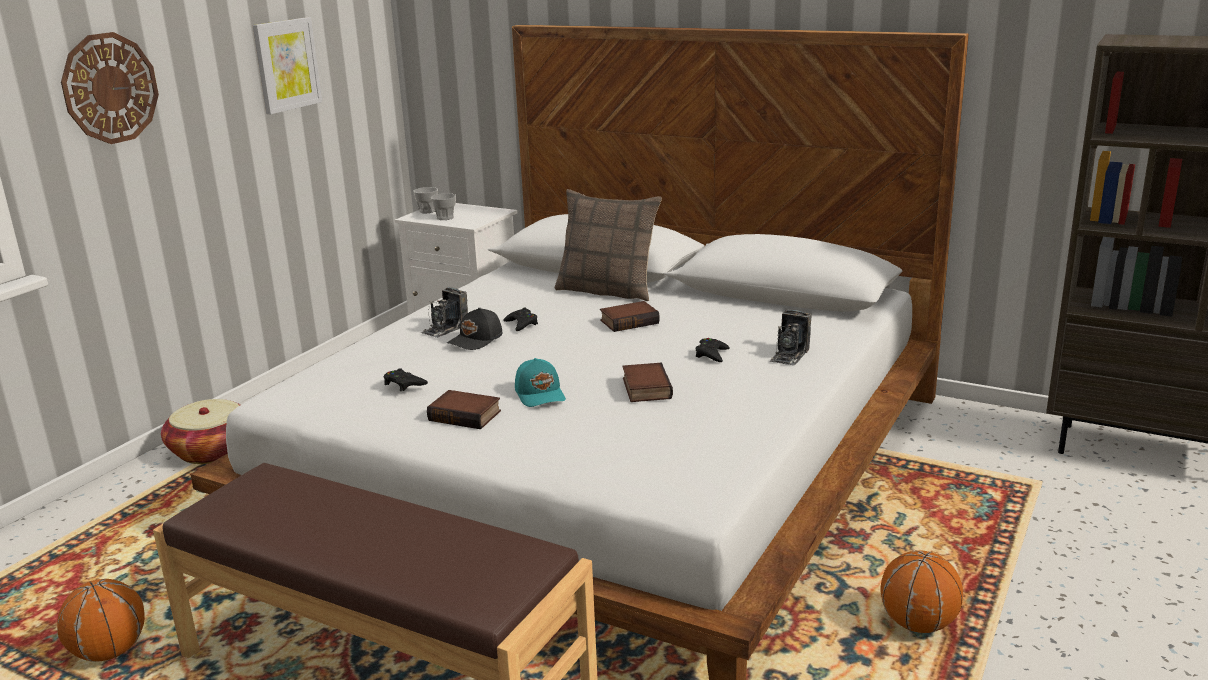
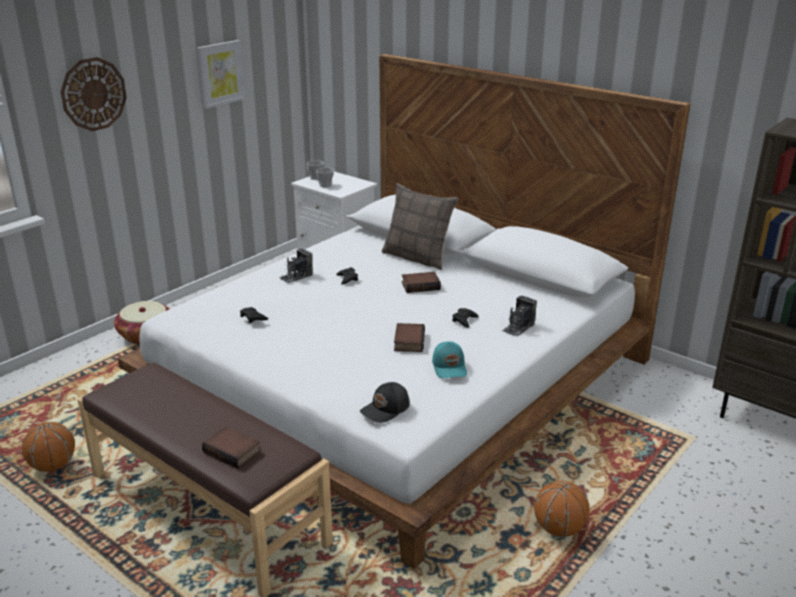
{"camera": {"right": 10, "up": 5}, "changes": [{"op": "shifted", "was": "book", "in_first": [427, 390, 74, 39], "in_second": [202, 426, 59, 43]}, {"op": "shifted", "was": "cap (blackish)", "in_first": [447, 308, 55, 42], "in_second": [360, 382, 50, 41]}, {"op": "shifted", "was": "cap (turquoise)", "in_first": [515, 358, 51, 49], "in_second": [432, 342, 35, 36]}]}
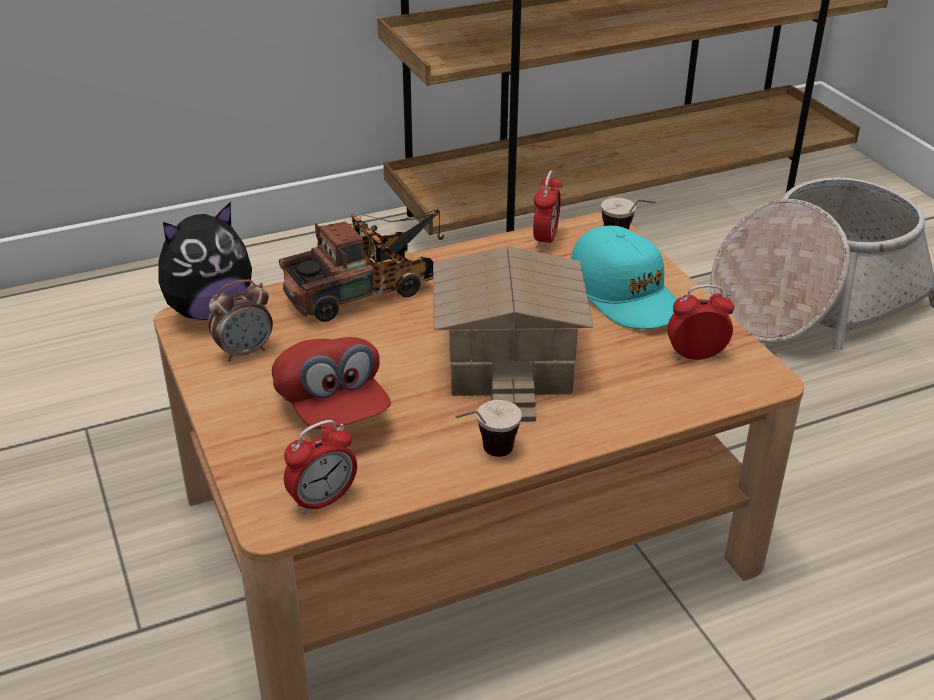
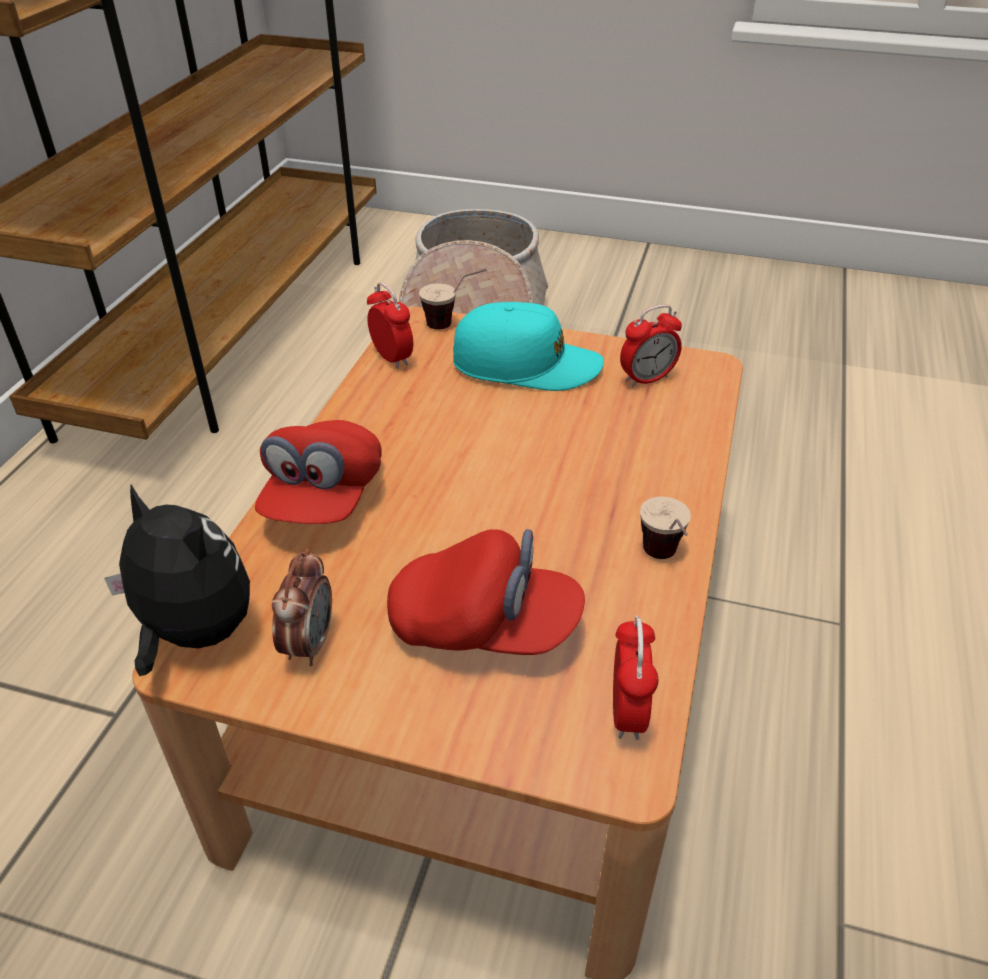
{"camera": {"right": -50, "up": 5}, "changes": [{"op": "gone", "was": "toy house", "in_first": [433, 246, 160, 176]}, {"op": "swapped", "was": "toy truck", "now": "cap (reddish)", "in_first": [279, 209, 165, 113], "in_second": [255, 420, 127, 104]}, {"op": "rotated", "was": "cuddly toy", "in_first": [158, 202, 94, 118], "in_second": [104, 485, 146, 191], "clockwise": -60}, {"op": "rotated", "was": "alarm clock", "in_first": [667, 285, 67, 76], "in_second": [620, 305, 62, 82], "clockwise": -150}]}
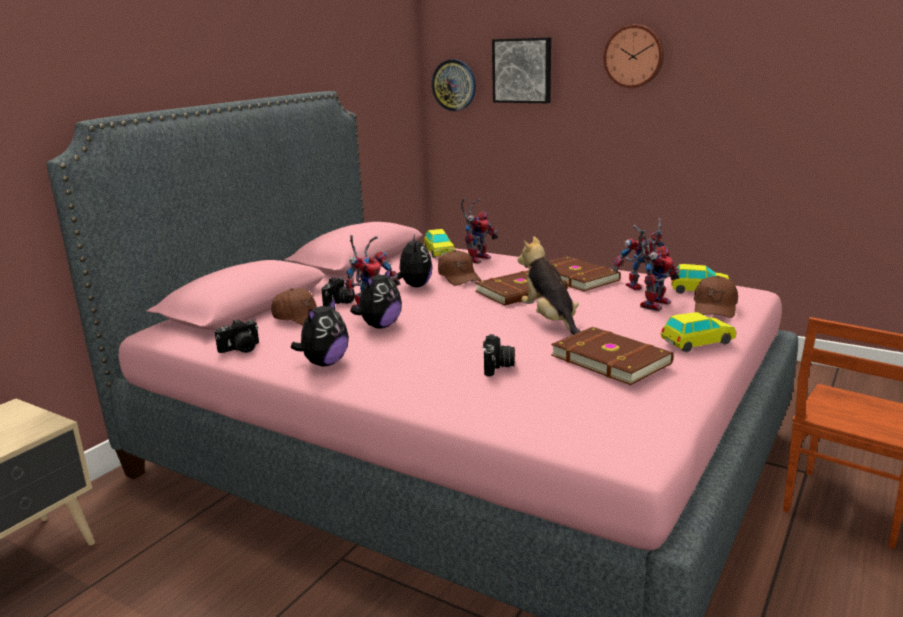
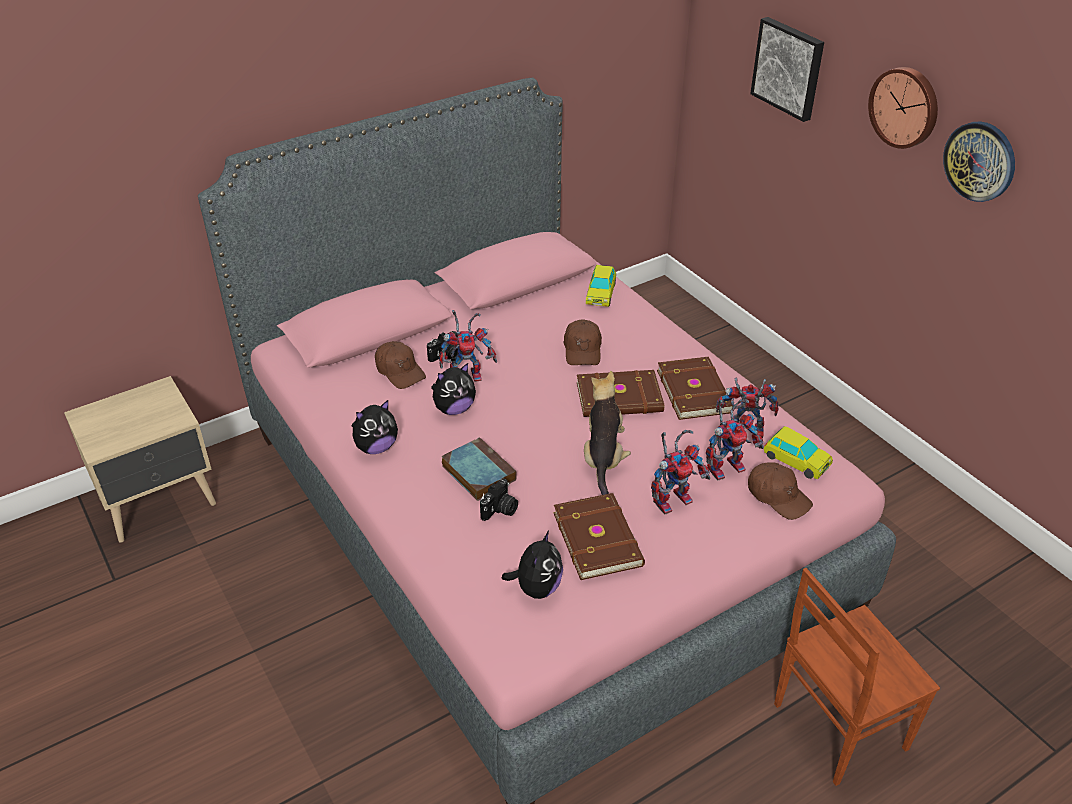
{"camera": {"right": 25, "up": 20}, "changes": [{"op": "gone", "was": "photo camera", "in_first": [214, 319, 45, 34]}, {"op": "gone", "was": "miniature car", "in_first": [661, 312, 75, 40]}, {"op": "new", "now": "book", "in_second": [441, 437, 76, 64]}, {"op": "shifted", "was": "cuddly toy", "in_first": [397, 234, 36, 53], "in_second": [502, 531, 61, 68]}, {"op": "shifted", "was": "hanging clock", "in_first": [432, 59, 44, 52], "in_second": [943, 121, 72, 81]}, {"op": "shifted", "was": "model robot", "in_first": [461, 198, 37, 66], "in_second": [651, 430, 59, 85]}, {"op": "rotated", "was": "cap (brown-coloured)", "in_first": [694, 276, 44, 42], "in_second": [748, 463, 65, 57], "clockwise": -90}]}
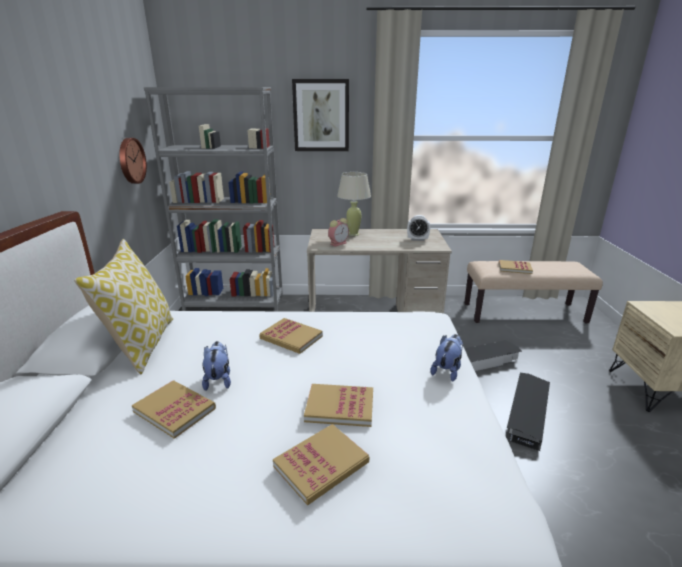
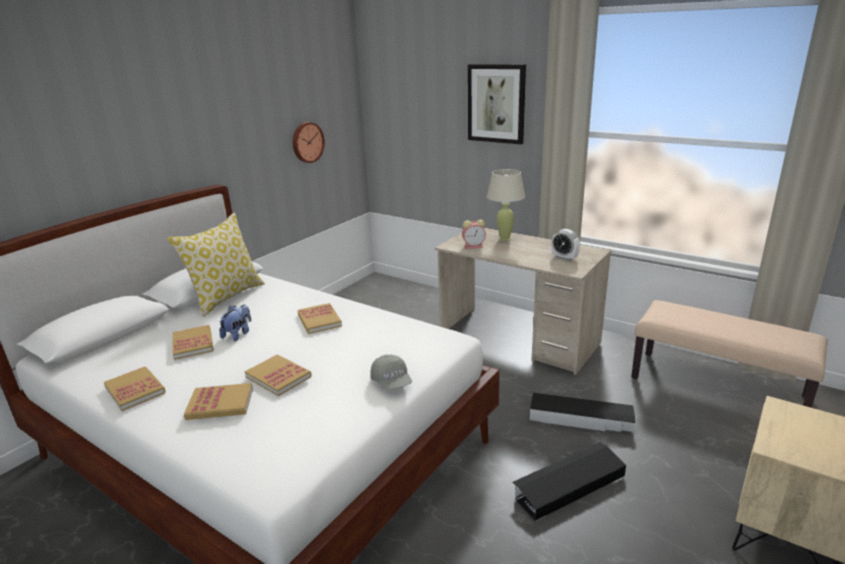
{"camera": {"right": 35, "up": 0}, "changes": [{"op": "gone", "was": "shelving unit (grey)", "in_first": [144, 87, 139, 224]}, {"op": "shifted", "was": "book", "in_first": [499, 260, 34, 14], "in_second": [104, 367, 62, 44]}, {"op": "swapped", "was": "cuddly toy", "now": "cap (grey)", "in_first": [431, 334, 32, 48], "in_second": [370, 354, 42, 36]}]}
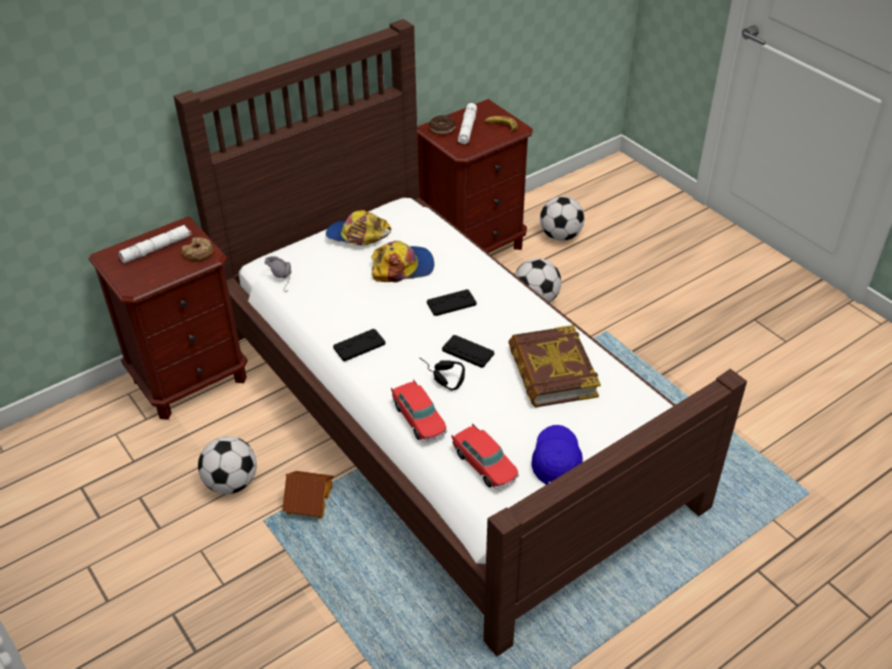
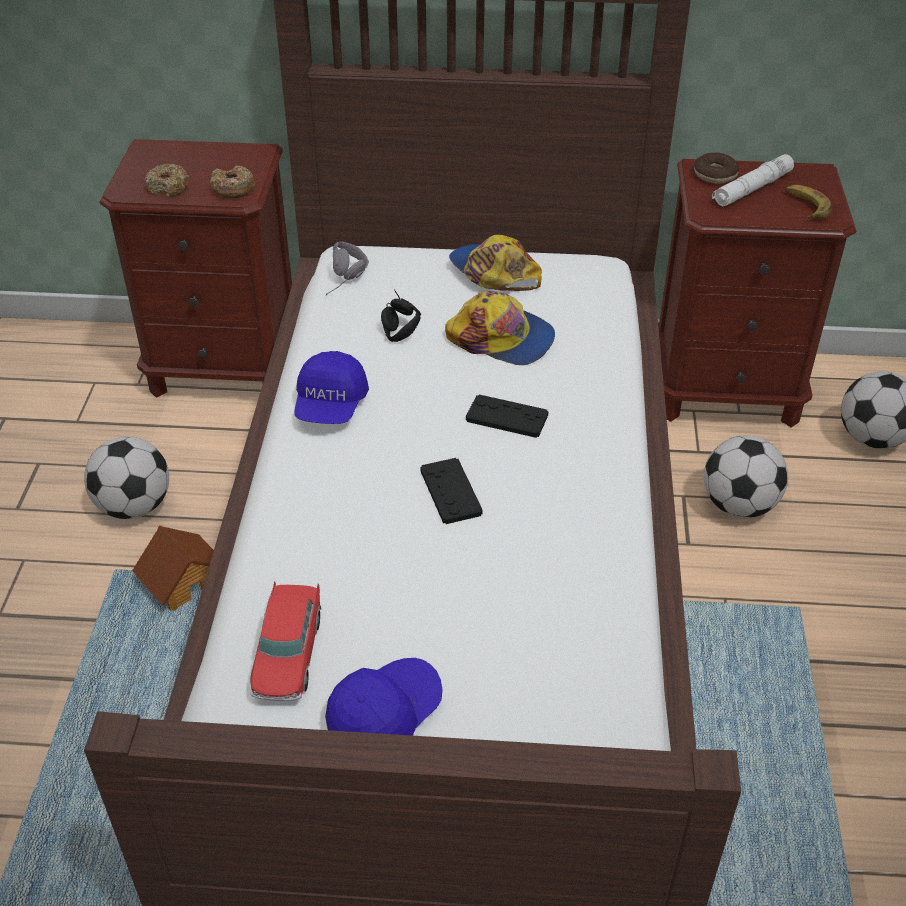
{"camera": {"right": 40, "up": 0}, "changes": [{"op": "gone", "was": "torch (whitish)", "in_first": [119, 225, 72, 38]}, {"op": "gone", "was": "miniature car", "in_first": [391, 379, 56, 63]}, {"op": "gone", "was": "book", "in_first": [508, 325, 93, 83]}, {"op": "new", "now": "doughnut", "in_second": [145, 164, 44, 33]}, {"op": "shifted", "was": "headphones (blackish)", "in_first": [420, 358, 45, 33], "in_second": [381, 289, 41, 53]}, {"op": "swapped", "was": "game controller (blackish)", "now": "cap (blue-coloured)", "in_first": [333, 329, 52, 32], "in_second": [294, 351, 75, 73]}]}
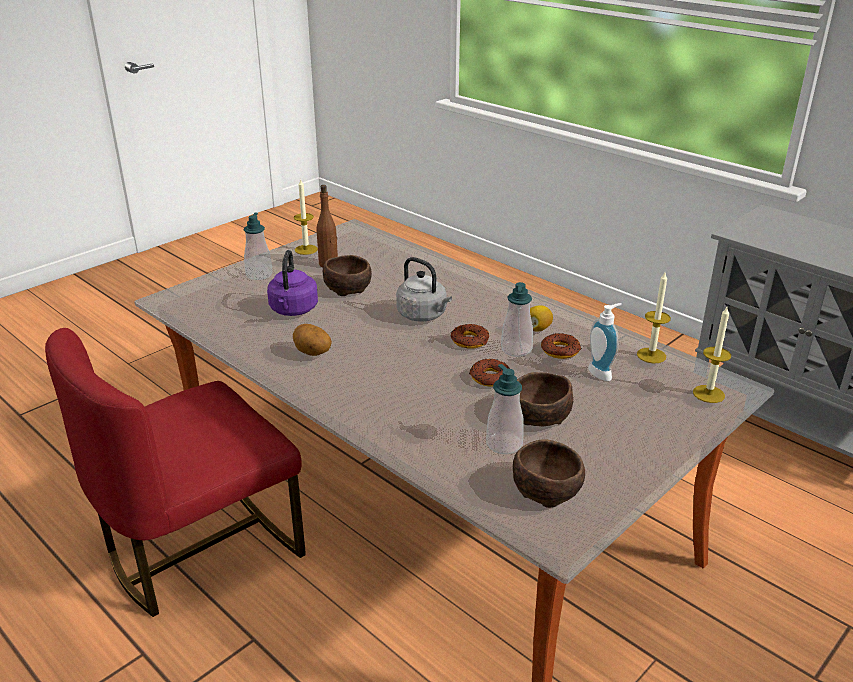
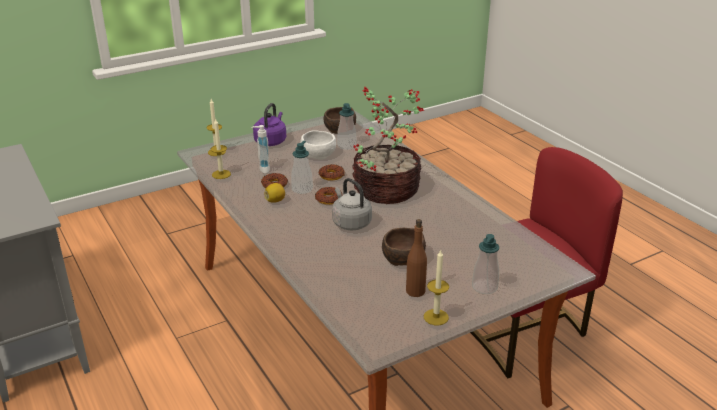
{"camera": {"right": -165, "up": 0}, "changes": [{"op": "gone", "was": "potato", "in_first": [293, 324, 39, 32]}, {"op": "new", "now": "houseplant", "in_second": [352, 86, 72, 118]}, {"op": "shifted", "was": "kettle (purple-coloured)", "in_first": [267, 250, 51, 66], "in_second": [253, 103, 33, 43]}, {"op": "repainted", "was": "deep dish (brown-coloured)", "now": "deep dish (whitish)", "in_first": [517, 372, 56, 54], "in_second": [300, 130, 36, 30]}]}
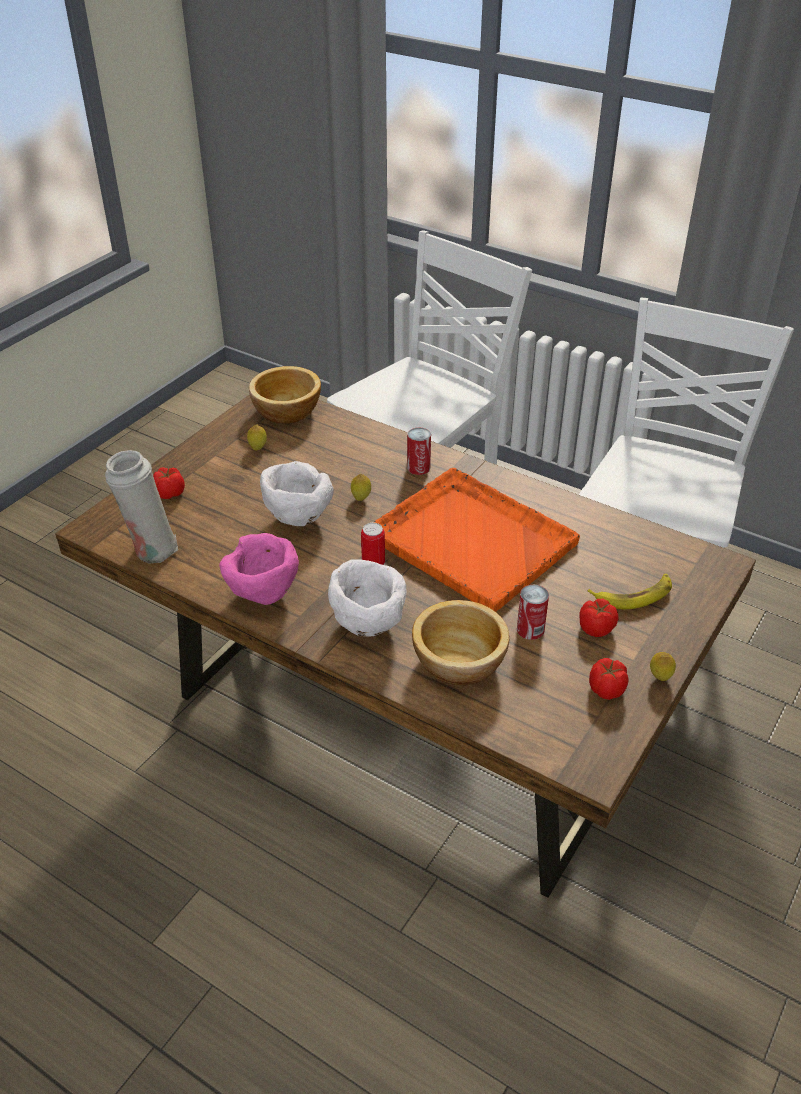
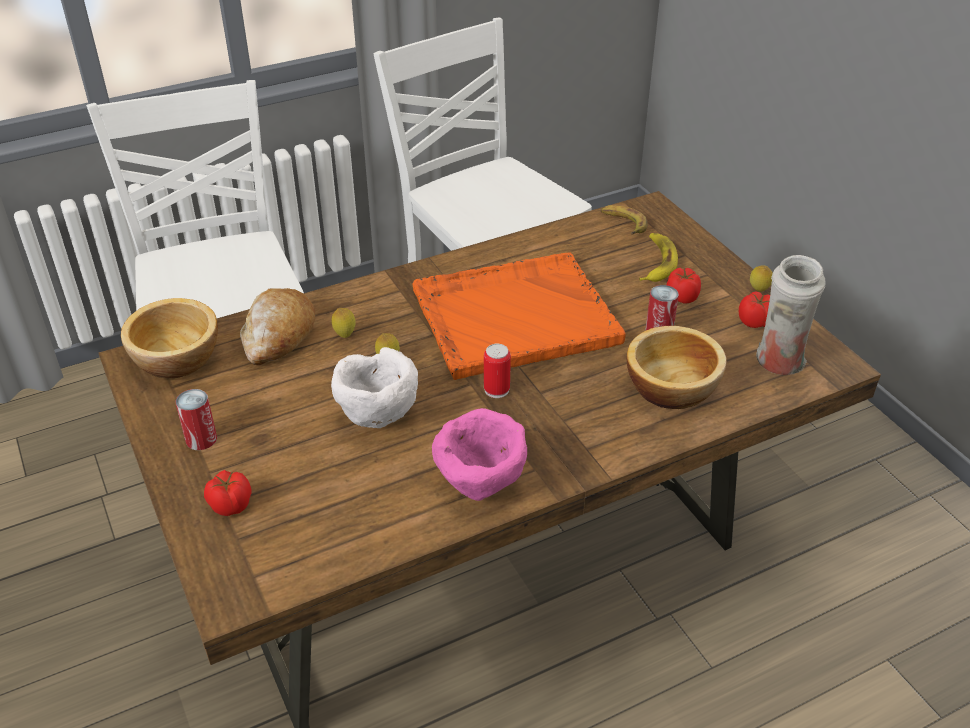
{"camera": {"right": -60, "up": 0}, "changes": [{"op": "gone", "was": "deep dish (whitish)", "in_first": [328, 559, 78, 78]}, {"op": "new", "now": "bread", "in_second": [240, 288, 76, 77]}, {"op": "new", "now": "whole banana", "in_second": [600, 205, 48, 30]}, {"op": "shifted", "was": "flower vase (whitish)", "in_first": [105, 450, 73, 114], "in_second": [756, 255, 70, 120]}, {"op": "shifted", "was": "citrus fruit", "in_first": [247, 424, 20, 26], "in_second": [331, 308, 25, 30]}, {"op": "shifted", "was": "can", "in_first": [407, 428, 24, 47], "in_second": [175, 389, 42, 61]}]}
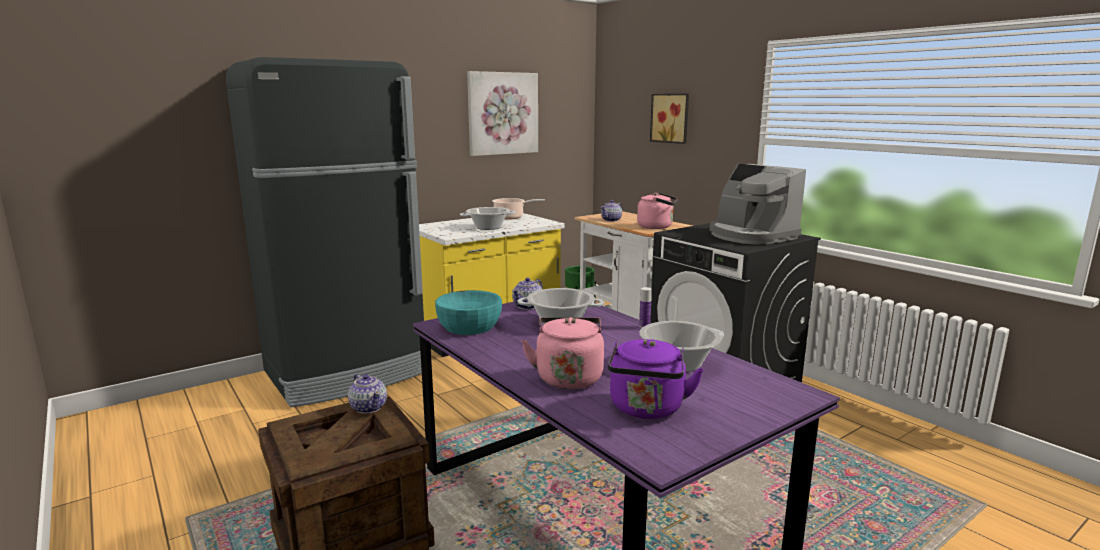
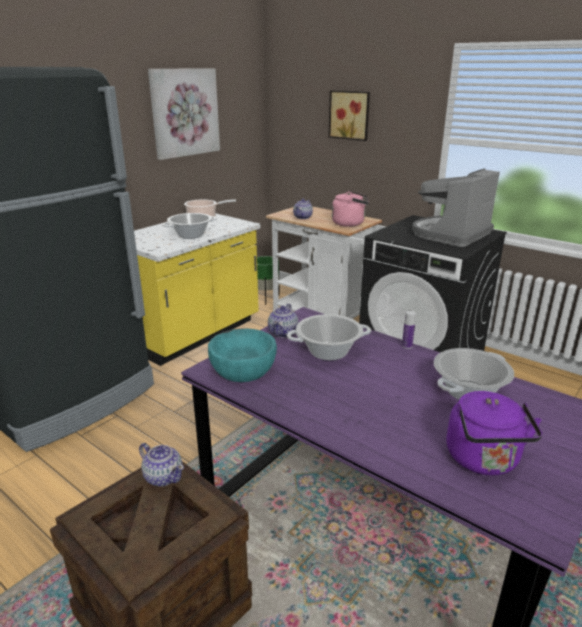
{"camera": {"right": -15, "up": 10}, "changes": [{"op": "gone", "was": "kettle (pink-coloured)", "in_first": [521, 317, 83, 72]}, {"op": "rotated", "was": "coffee brewer", "in_first": [710, 163, 96, 81], "in_second": [412, 169, 88, 78], "clockwise": 90}]}
